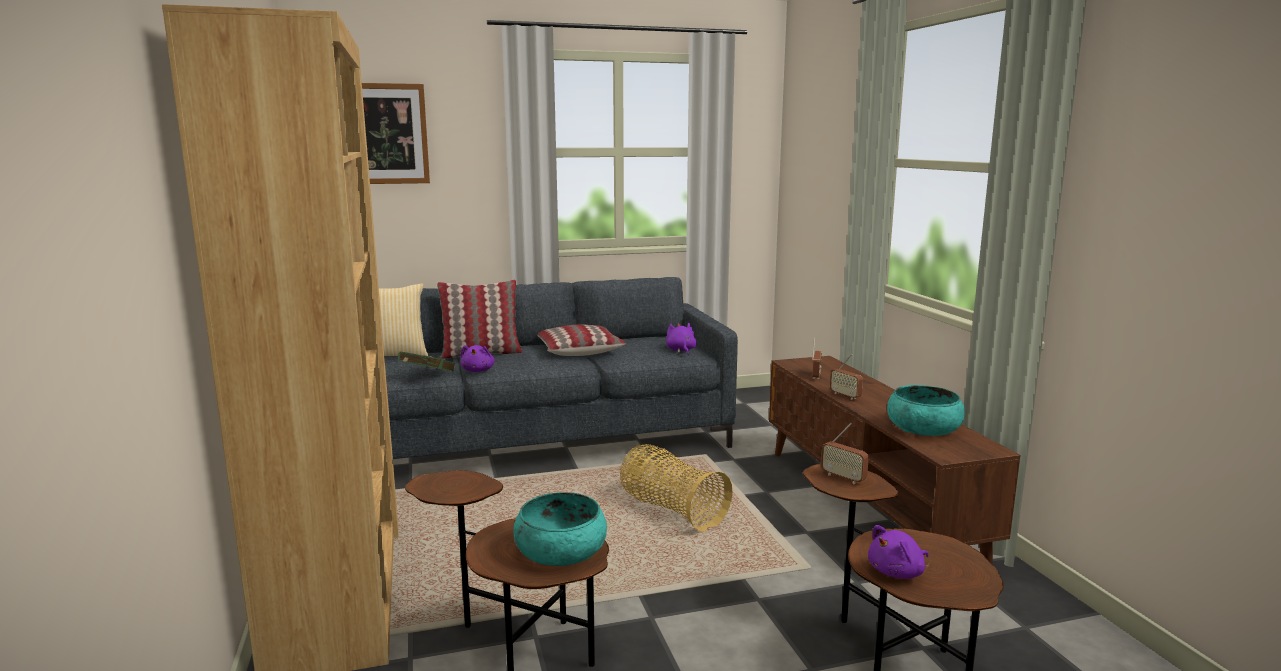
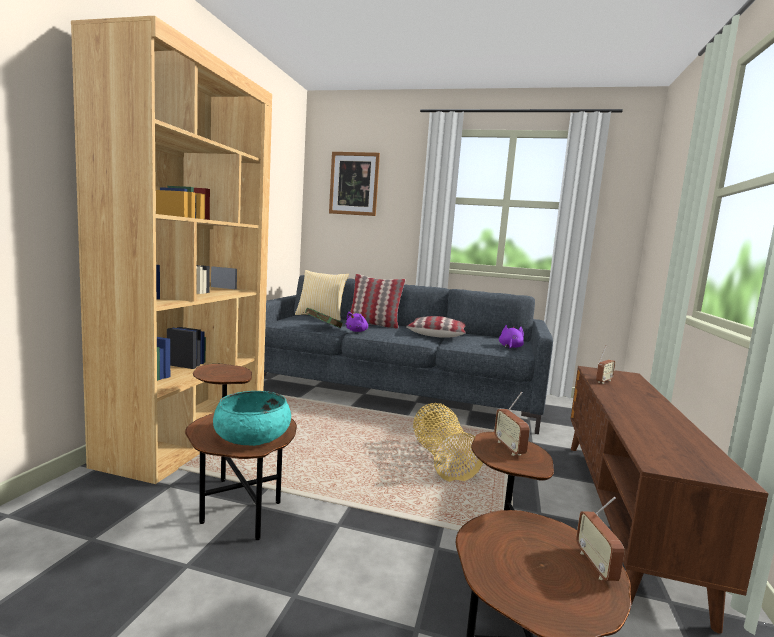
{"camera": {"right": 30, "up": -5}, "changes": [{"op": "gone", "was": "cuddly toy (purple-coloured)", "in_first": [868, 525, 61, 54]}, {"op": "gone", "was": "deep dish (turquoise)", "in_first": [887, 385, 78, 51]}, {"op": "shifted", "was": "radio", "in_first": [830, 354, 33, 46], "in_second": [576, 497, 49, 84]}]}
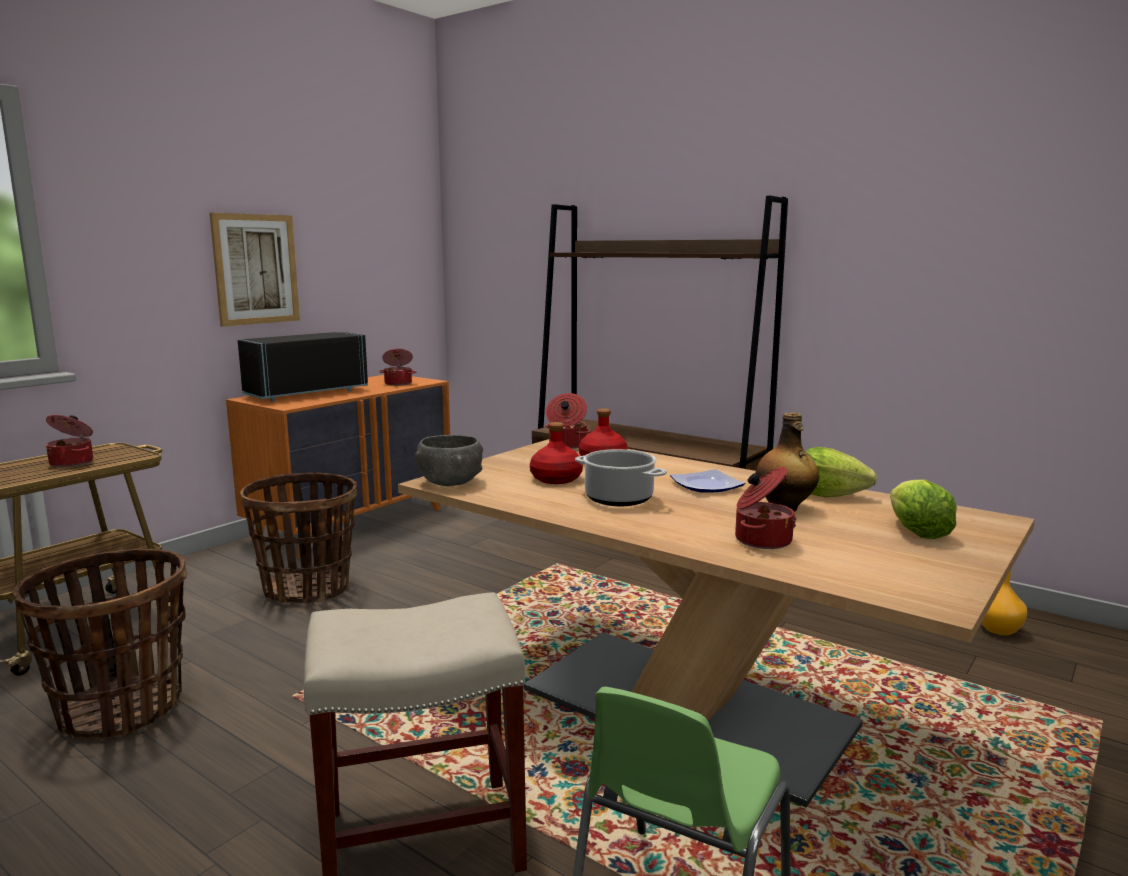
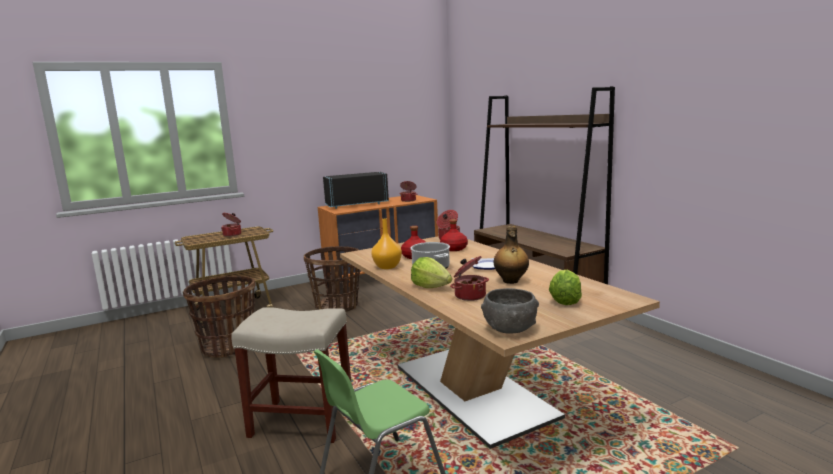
{"camera": {"right": 25, "up": 0}, "changes": [{"op": "gone", "was": "picture", "in_first": [210, 213, 90, 114]}, {"op": "shifted", "was": "deep dish (grey)", "in_first": [415, 435, 68, 51], "in_second": [481, 288, 58, 46]}, {"op": "shifted", "was": "lettuce", "in_first": [806, 447, 71, 50], "in_second": [411, 257, 41, 31]}, {"op": "shifted", "was": "flower vase (orangey)", "in_first": [982, 570, 45, 65], "in_second": [371, 219, 31, 50]}]}
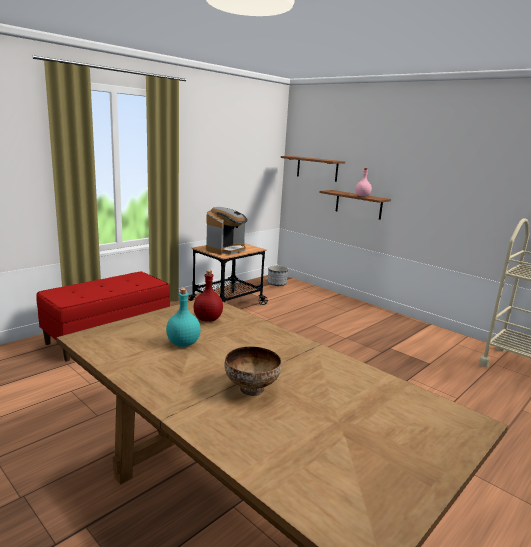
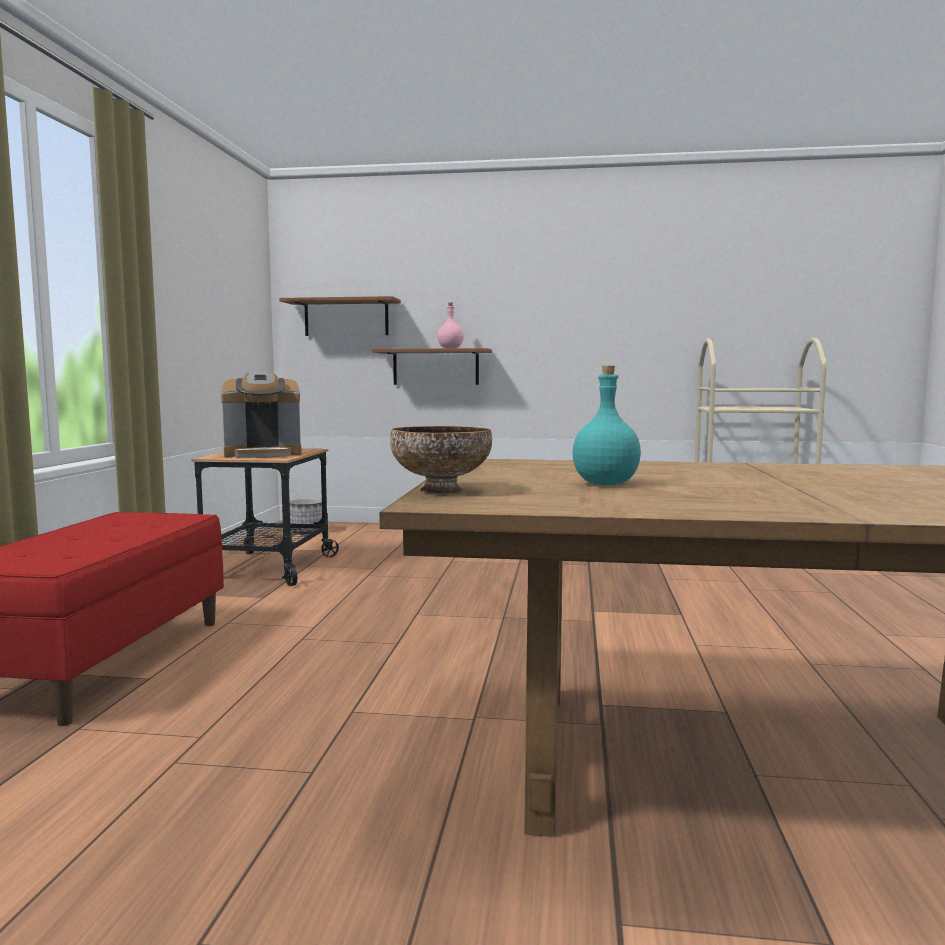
{"camera": {"right": -35, "up": -10}, "changes": [{"op": "gone", "was": "beverage bottle (reddish)", "in_first": [193, 270, 30, 52]}, {"op": "shifted", "was": "deep dish", "in_first": [224, 346, 58, 50], "in_second": [390, 426, 102, 68]}, {"op": "rotated", "was": "coffee brewer", "in_first": [206, 207, 42, 48], "in_second": [221, 372, 80, 86], "clockwise": 75}]}
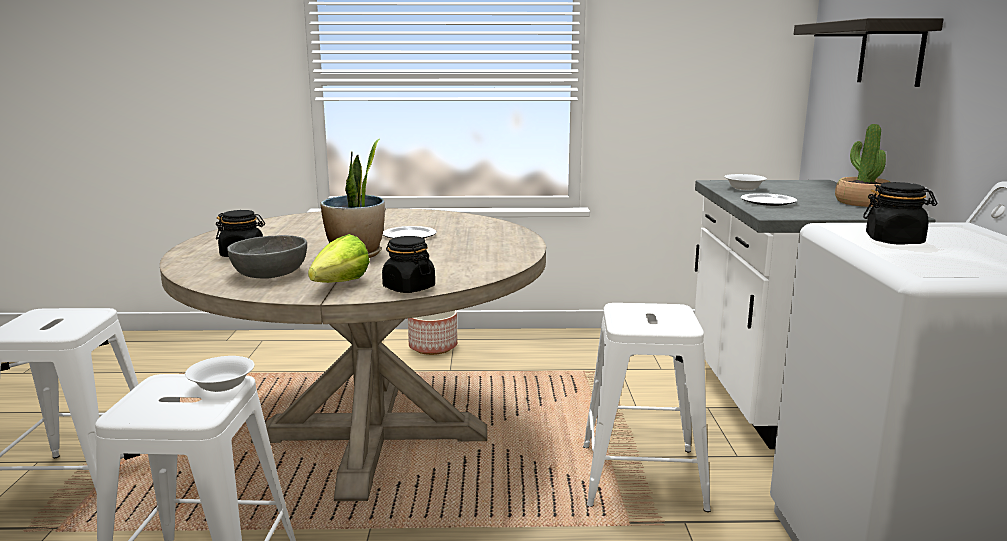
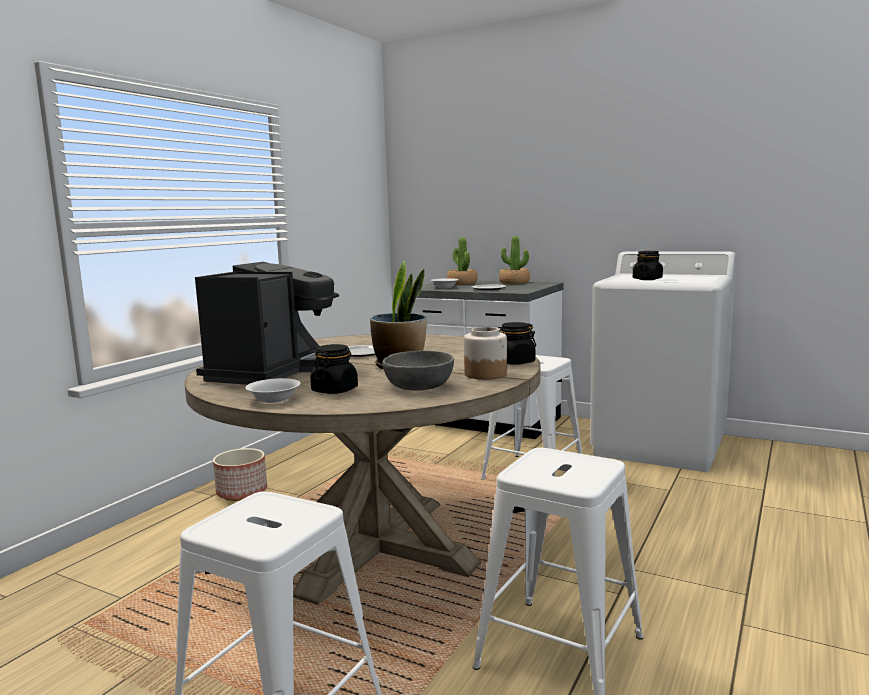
{"camera": {"right": -60, "up": -5}, "changes": [{"op": "gone", "was": "shelf", "in_first": [794, 18, 149, 69]}, {"op": "new", "now": "coffee brewer", "in_second": [195, 262, 144, 123]}, {"op": "new", "now": "houseplant", "in_second": [447, 237, 31, 48]}, {"op": "shifted", "was": "deep dish (whitish)", "in_first": [185, 356, 69, 36], "in_second": [245, 378, 56, 25]}, {"op": "swapped", "was": "lettuce", "now": "jar", "in_first": [308, 234, 62, 49], "in_second": [464, 327, 43, 53]}]}
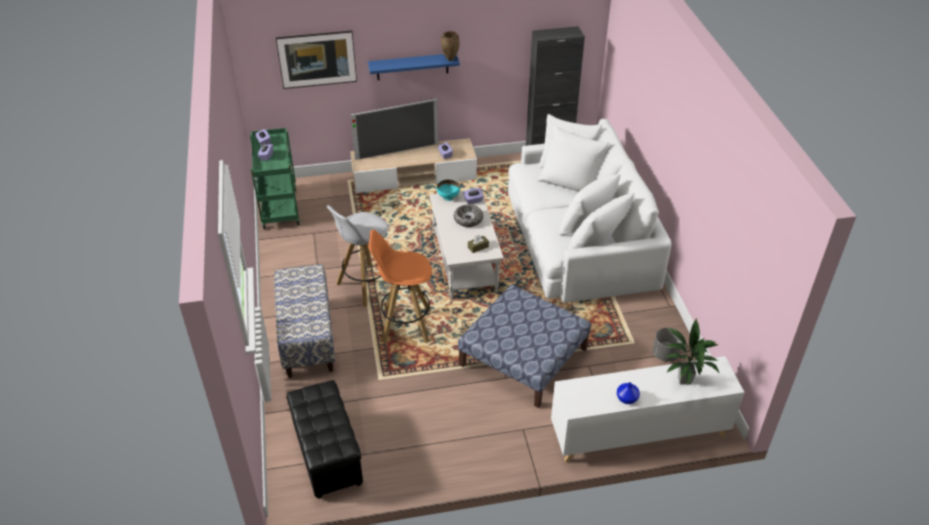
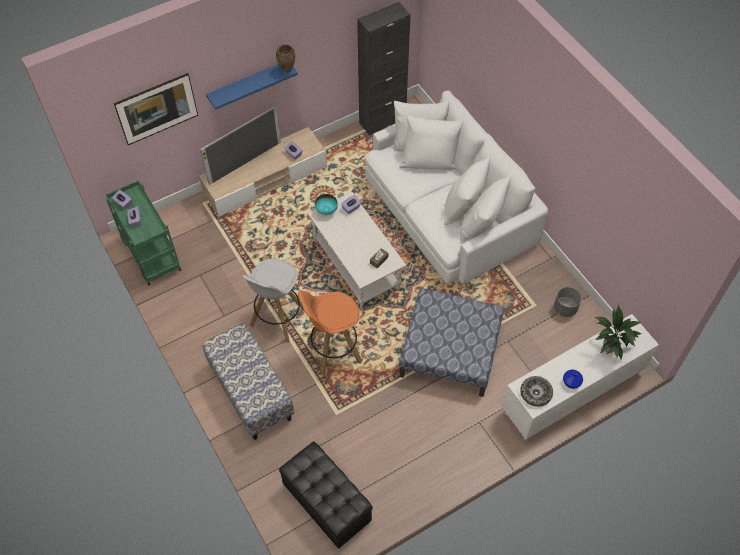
{"camera": {"right": -20, "up": 15}, "changes": [{"op": "shifted", "was": "deep dish", "in_first": [454, 204, 29, 23], "in_second": [520, 376, 33, 31]}]}
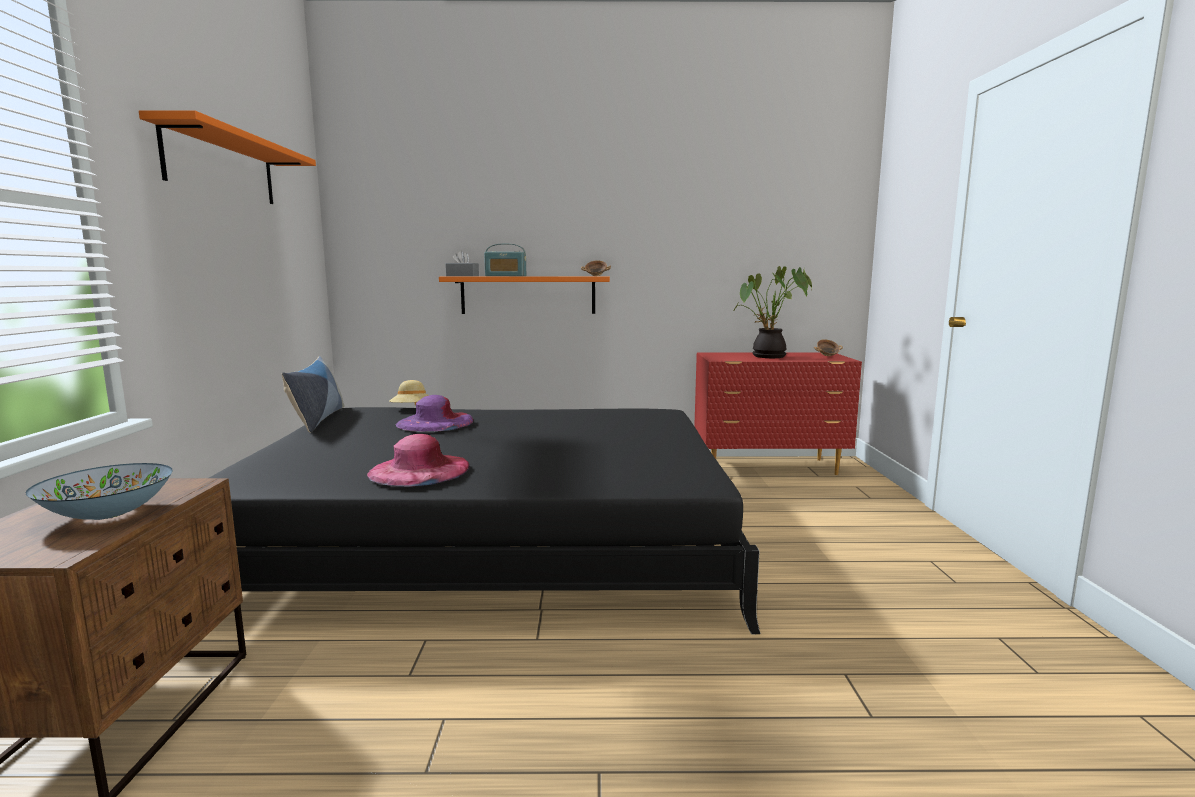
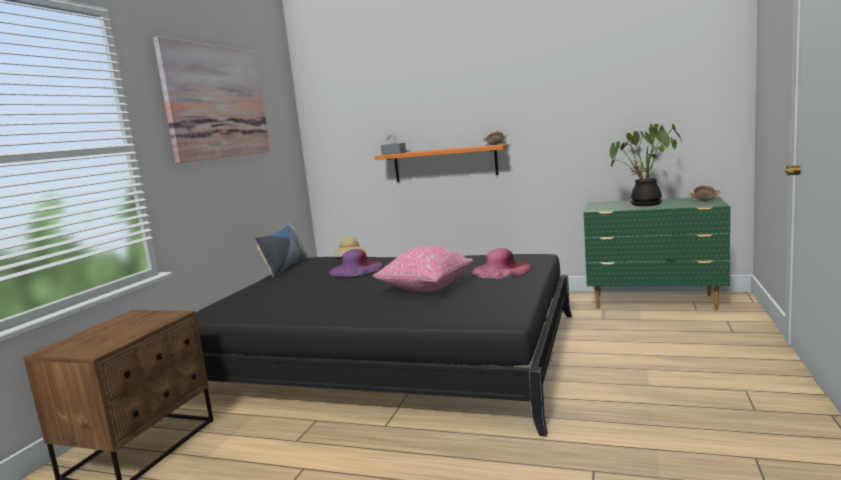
{"camera": {"right": 20, "up": 0}, "changes": [{"op": "gone", "was": "deep dish", "in_first": [26, 463, 147, 57]}, {"op": "gone", "was": "radio", "in_first": [484, 244, 42, 32]}, {"op": "new", "now": "pillow (pink-coloured)", "in_second": [373, 246, 100, 46]}, {"op": "shifted", "was": "wearable hat (pink-coloured)", "in_first": [367, 434, 103, 52], "in_second": [471, 248, 61, 31]}, {"op": "swapped", "was": "shelf (orangey)", "now": "picture", "in_first": [139, 110, 177, 94], "in_second": [153, 36, 117, 127]}, {"op": "repainted", "was": "chest of drawers (reddish)", "now": "chest of drawers (green)", "in_first": [694, 352, 168, 123], "in_second": [584, 196, 146, 114]}]}
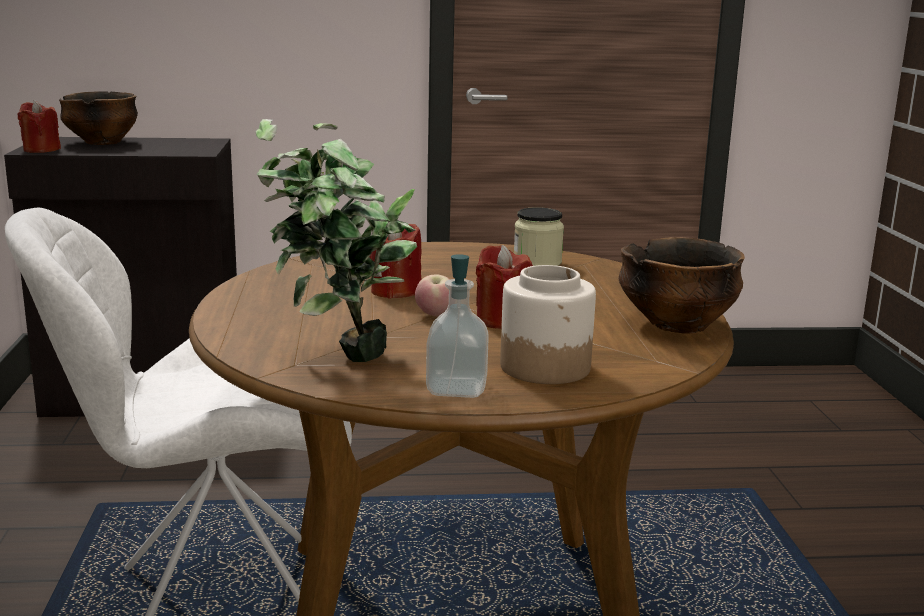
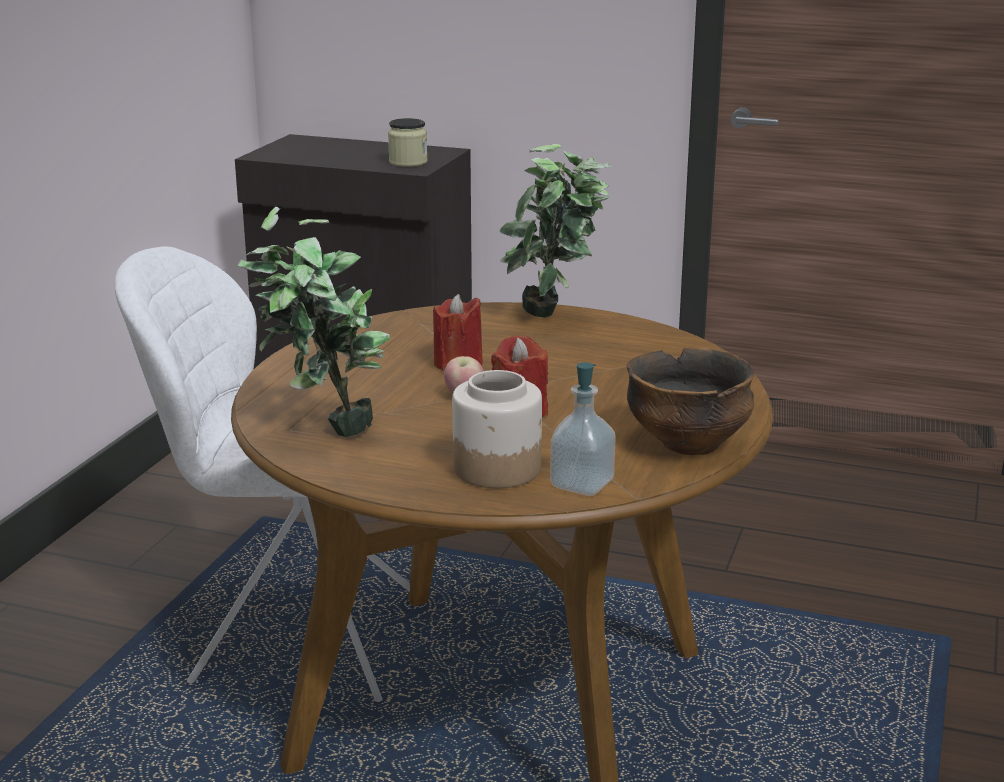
{"camera": {"right": 25, "up": 5}, "changes": [{"op": "gone", "was": "candle (reddish)", "in_first": [18, 100, 43, 53]}, {"op": "gone", "was": "deep dish", "in_first": [59, 91, 79, 54]}, {"op": "new", "now": "houseplant", "in_second": [499, 144, 113, 173]}, {"op": "shifted", "was": "soap dispenser", "in_first": [426, 254, 63, 144], "in_second": [550, 362, 65, 134]}, {"op": "shifted", "was": "jar", "in_first": [514, 207, 50, 59], "in_second": [388, 118, 40, 49]}]}
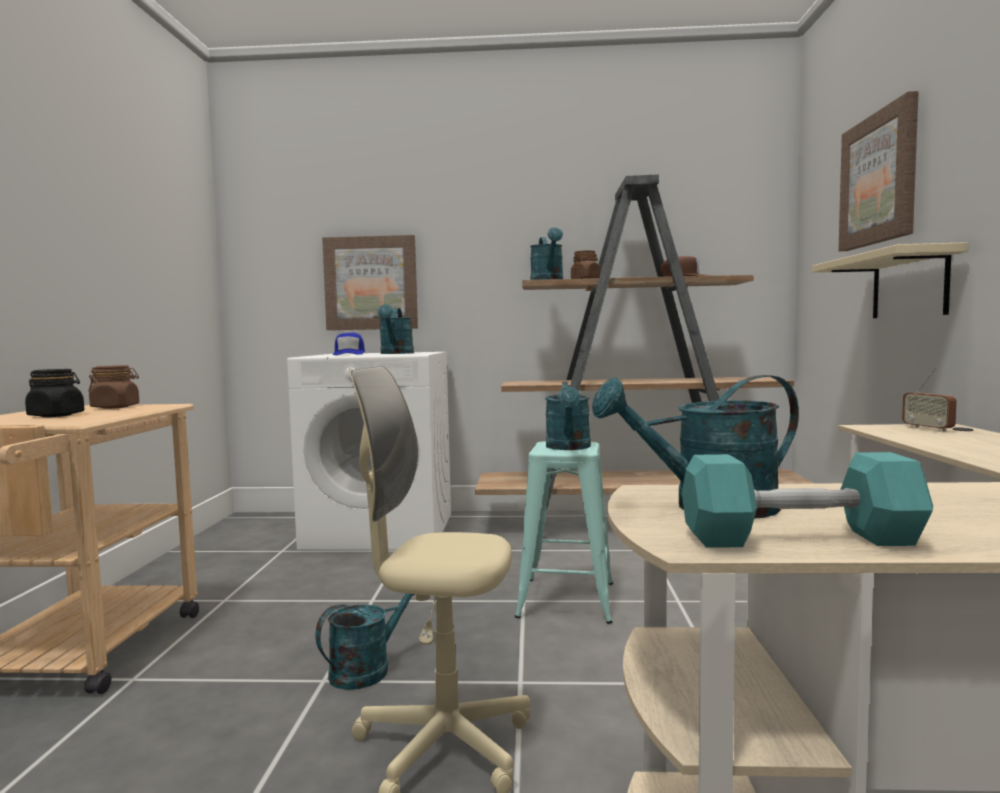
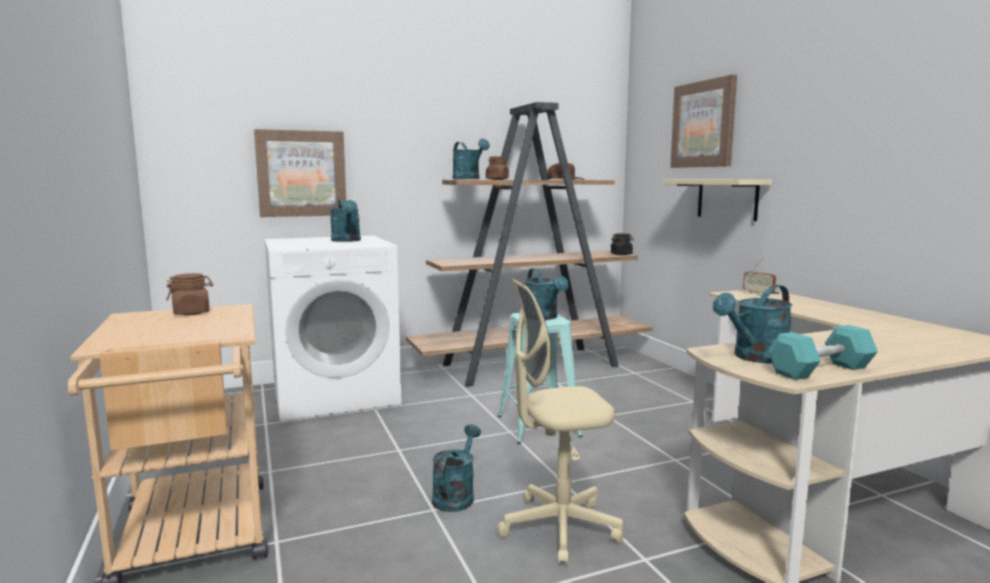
{"camera": {"right": -25, "up": 5}, "changes": [{"op": "gone", "was": "cap (blue-coloured)", "in_first": [333, 333, 32, 22]}, {"op": "shifted", "was": "jar (blackish)", "in_first": [25, 369, 60, 48], "in_second": [611, 233, 23, 22]}]}
